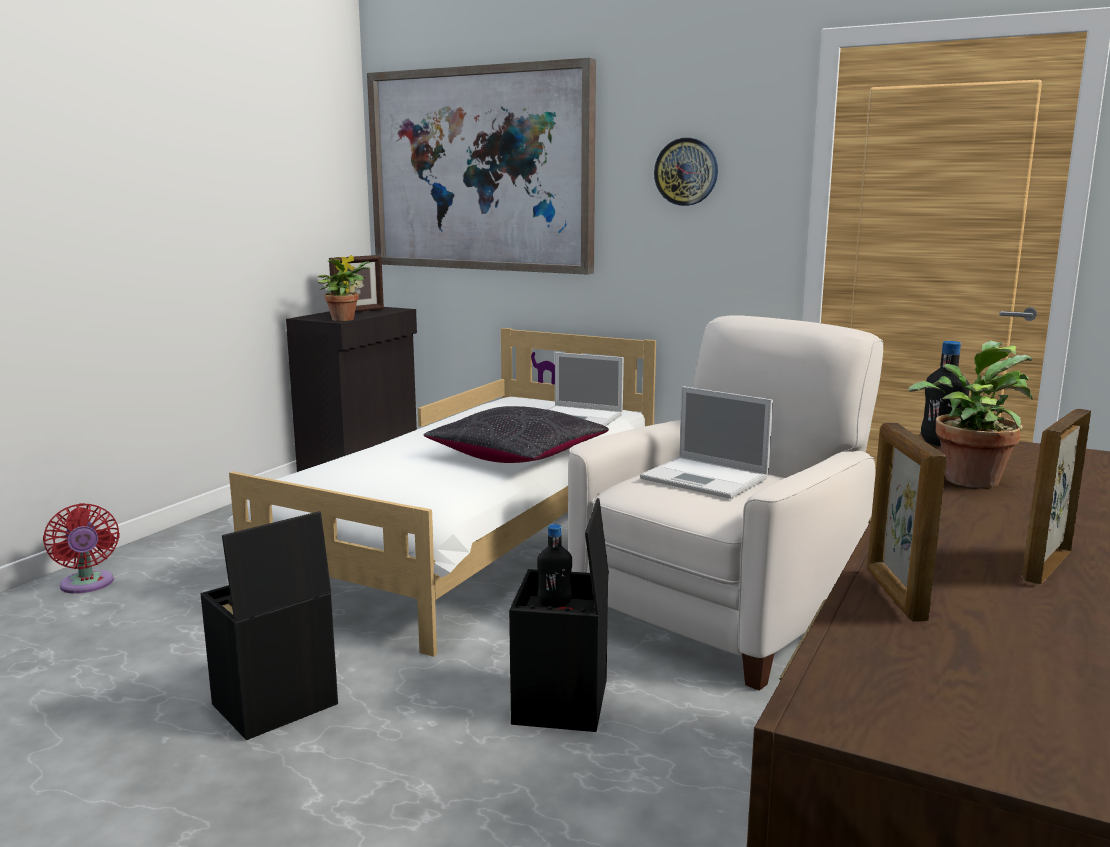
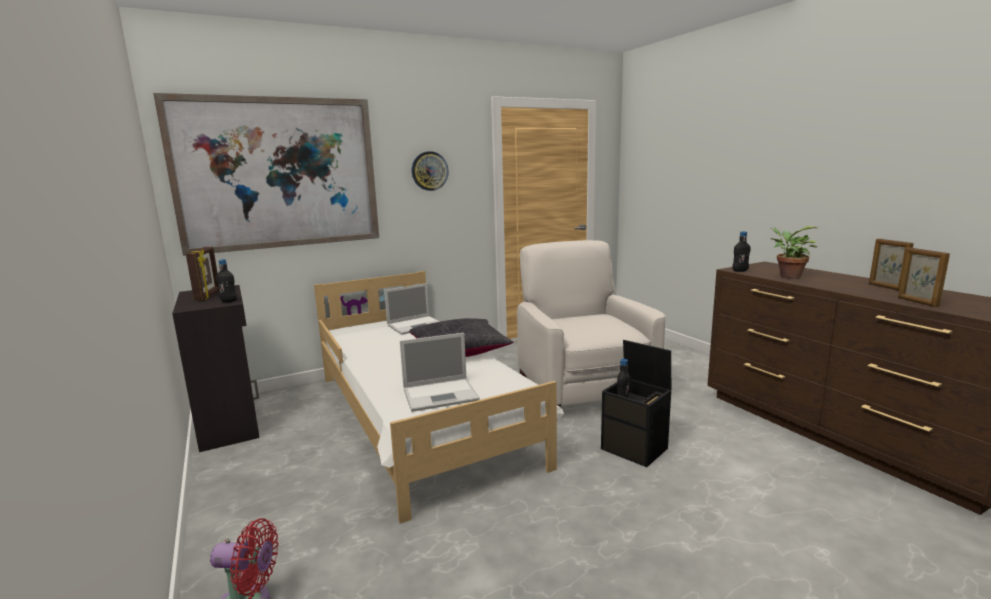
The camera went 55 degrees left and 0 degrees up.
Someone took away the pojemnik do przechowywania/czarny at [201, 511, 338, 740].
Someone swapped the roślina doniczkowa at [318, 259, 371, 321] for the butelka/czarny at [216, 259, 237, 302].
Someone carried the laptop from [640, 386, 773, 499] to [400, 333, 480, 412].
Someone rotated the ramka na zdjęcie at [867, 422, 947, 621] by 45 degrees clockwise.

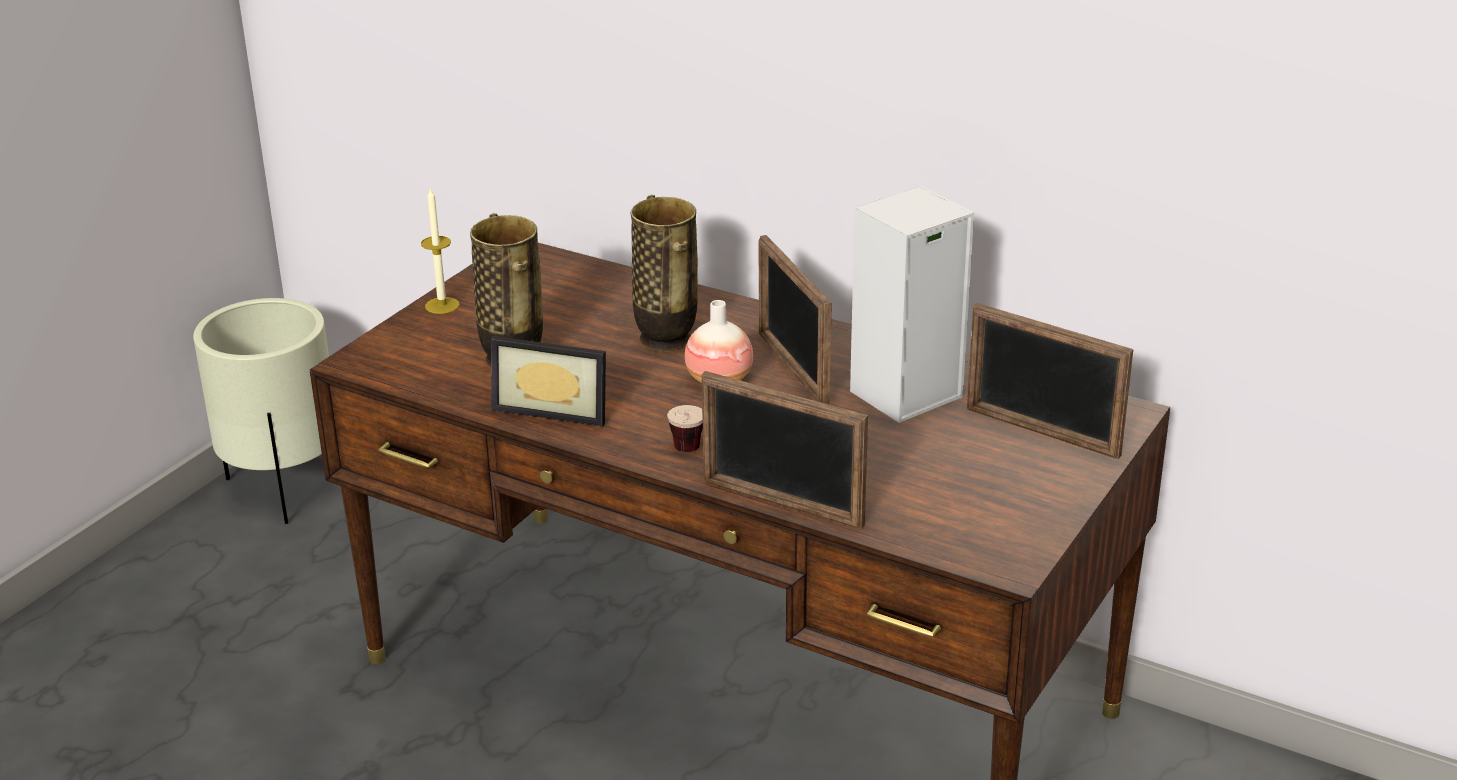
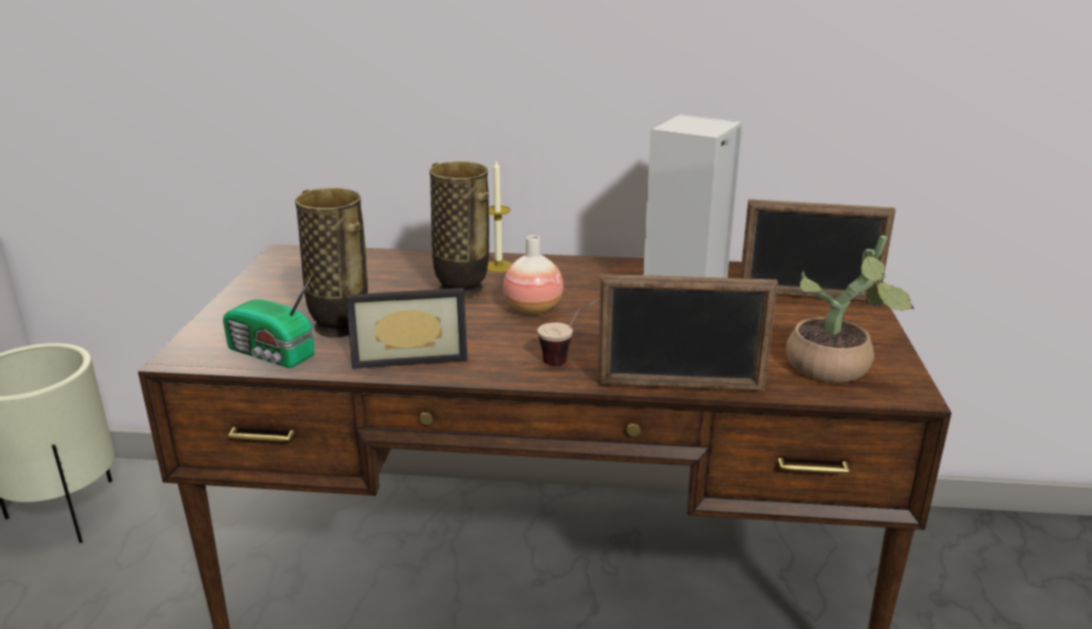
The camera went 25 degrees left and 5 degrees down.
Someone carried the świeca from [421, 187, 460, 314] to [487, 159, 512, 272].
Someone took away the ramka na zdjęcie at [759, 235, 832, 405].
Someone put down the radio at [223, 275, 314, 368].
Someone put down the roślina doniczkowa at [786, 236, 914, 383].

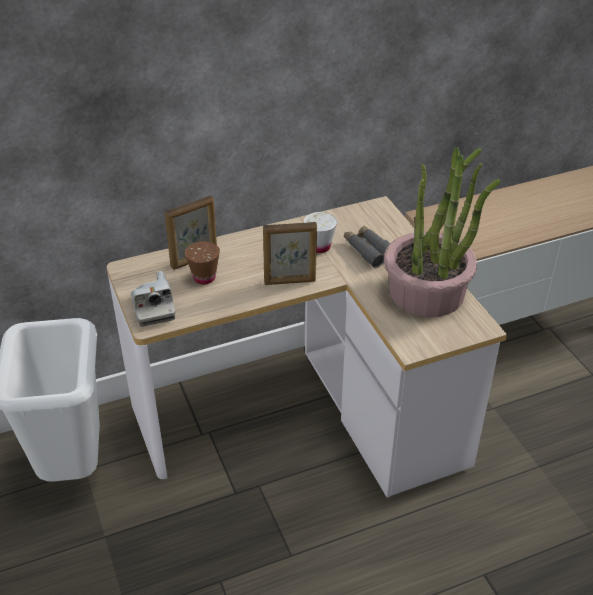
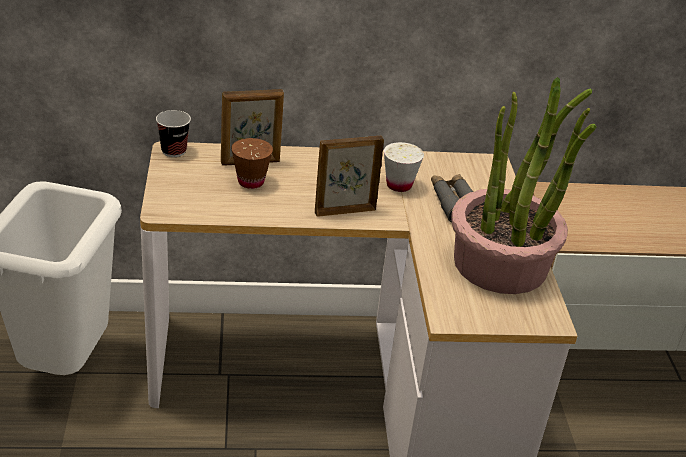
The camera went 15 degrees right and 5 degrees down.
Someone took away the aparat fotograficzny at [131, 271, 175, 327].
Someone rotated the ramka na zdjęcie at [263, 222, 317, 285] by 150 degrees clockwise.
Someone put down the filiżanka at [156, 110, 191, 157].

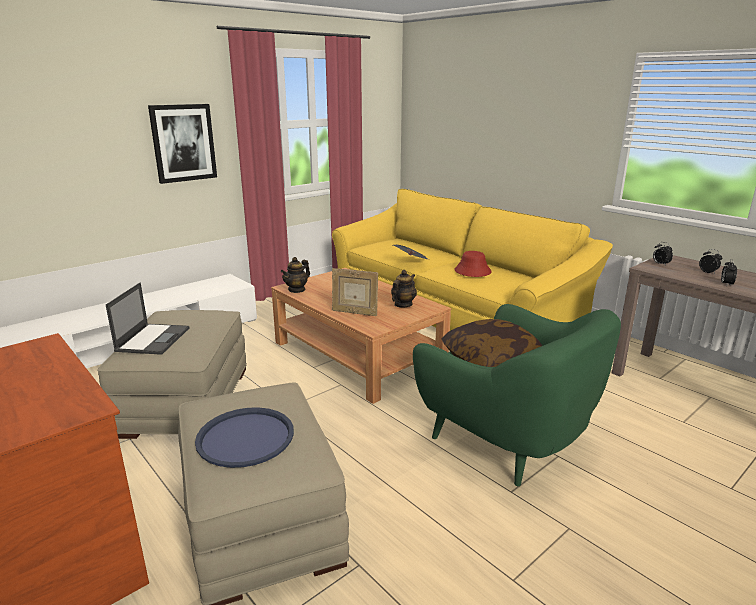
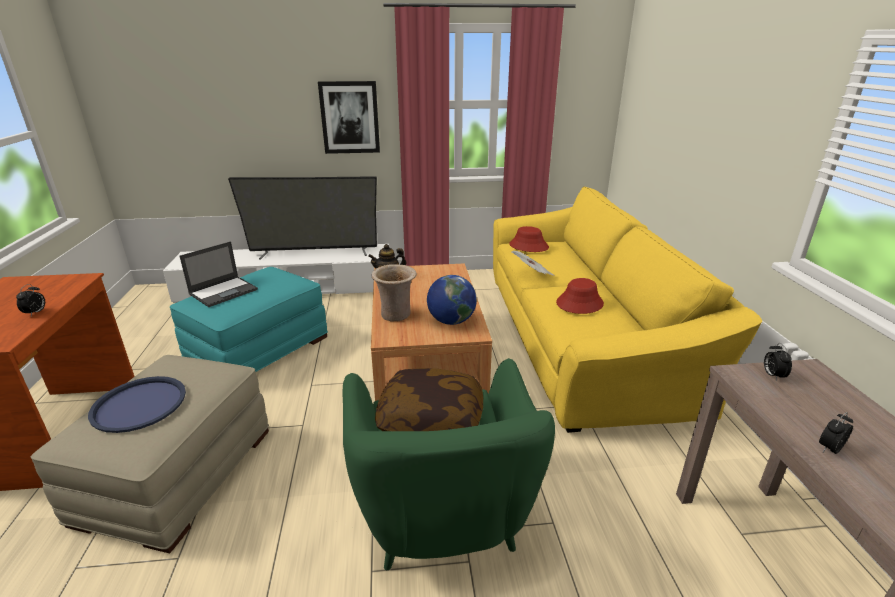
The camera went 35 degrees right and 5 degrees up.
Someone repainted the pufa/beżowy at [97, 310, 247, 439], which became the pufa/turkusowy at [170, 267, 328, 372].
Someone swapped the ramka na zdjęcie at [332, 268, 378, 316] for the wazon/beżowy at [371, 264, 417, 321].
Someone swapped the imbryk at [391, 270, 417, 307] for the globus at [427, 275, 477, 325].
Someone carried the budzik from [699, 249, 722, 274] to [16, 284, 45, 316].
Someone put down the telewizor at [228, 176, 377, 260].
Someone put down the kapelusz/czerwony at [509, 226, 549, 252].

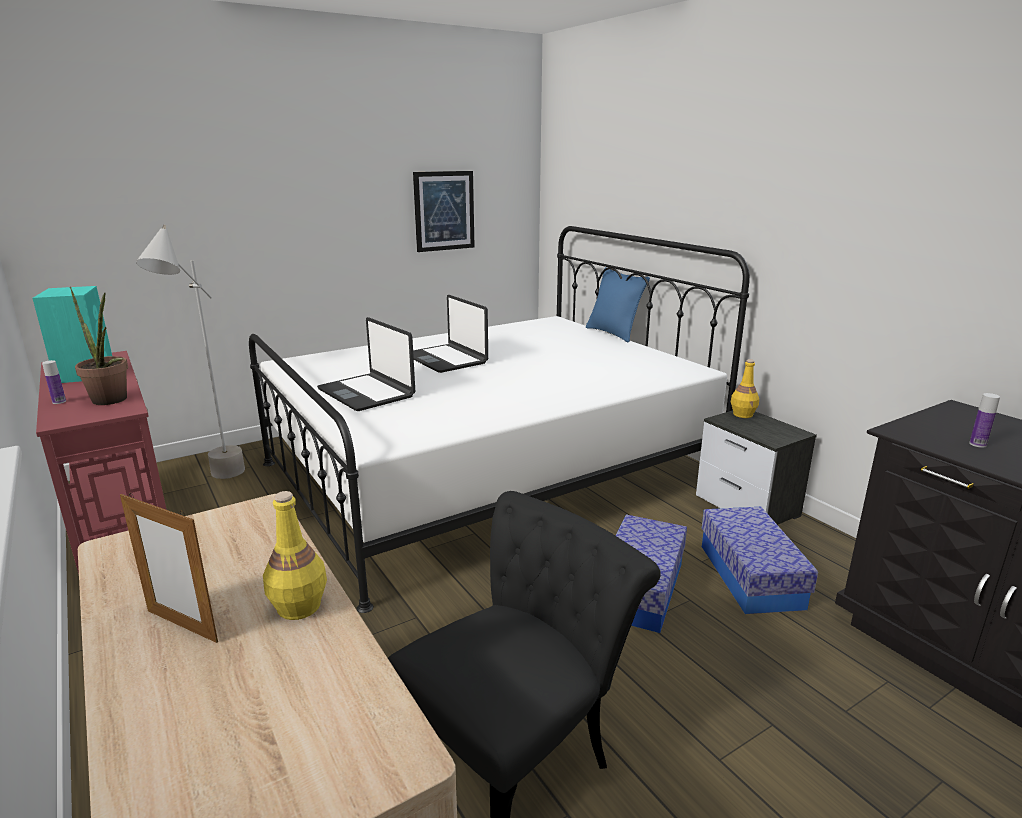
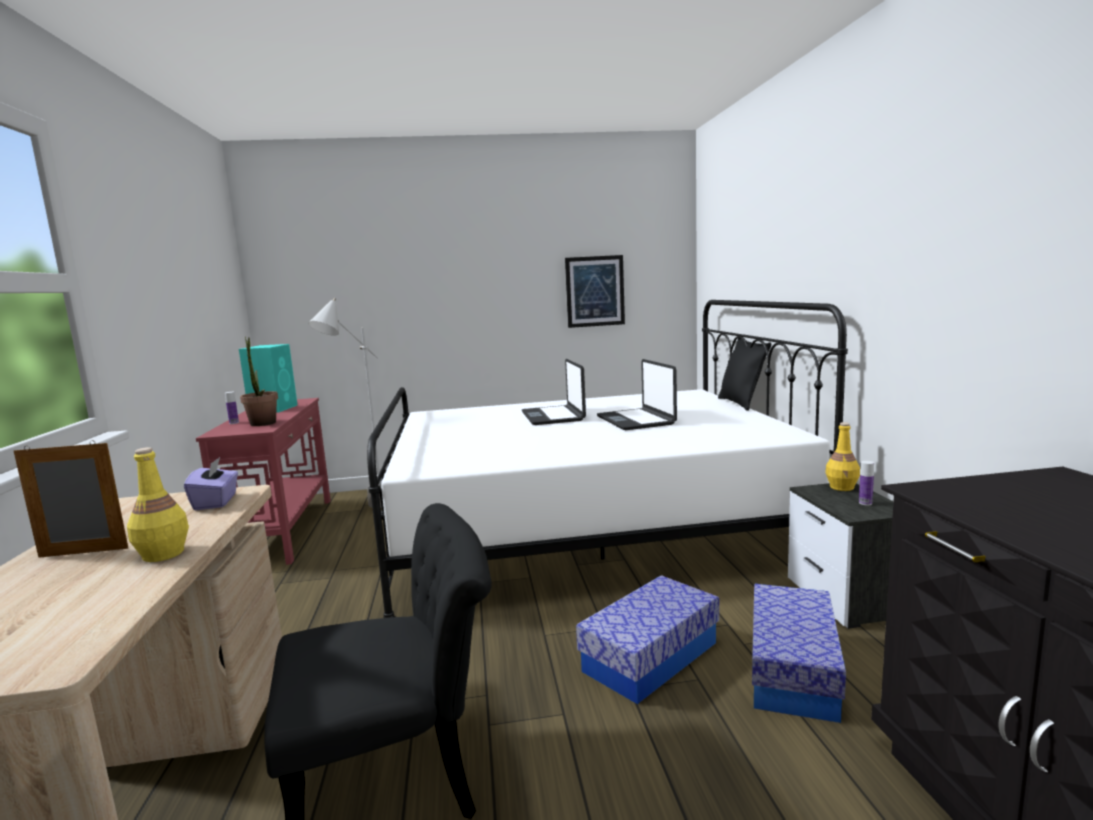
The camera went 25 degrees right and 10 degrees down.
Someone rotated the ramka na zdjęcie at [120, 493, 218, 643] by 120 degrees clockwise.
Someone carried the laptop from [317, 317, 415, 411] to [597, 359, 677, 430].
Someone repainted the poduszka/niebieski at [586, 267, 650, 343], which became the poduszka/czarny at [718, 338, 772, 411].
Someone carried the butelka from [969, 393, 1000, 448] to [859, 461, 874, 505].
Someone put down the pudełko chusteczek/fioletowy at [184, 457, 238, 510].

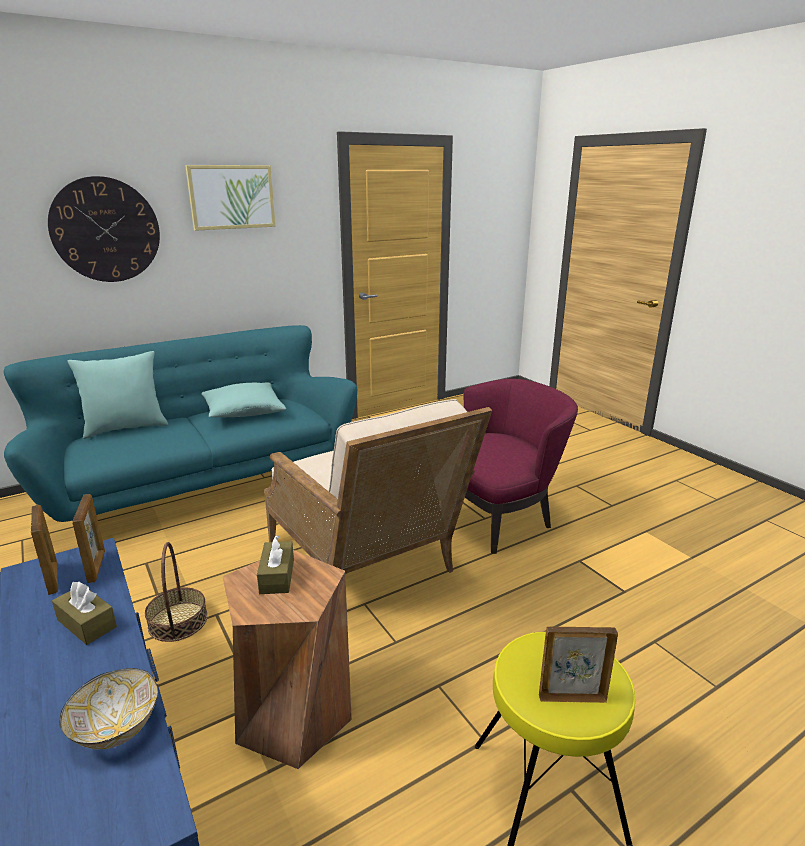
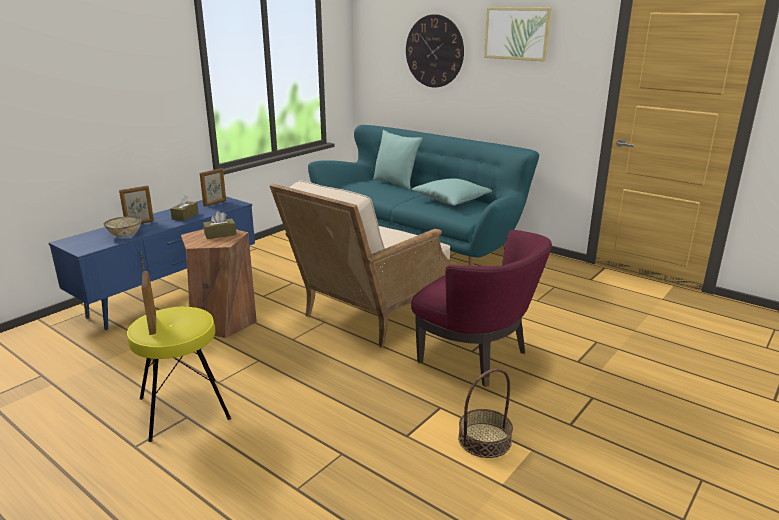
The camera went 70 degrees right and 0 degrees up.
Someone carried the ramka na zdjęcie from [72, 494, 105, 583] to [119, 186, 154, 224].
Someone carried the koszyk from [145, 542, 208, 642] to [458, 368, 513, 458].

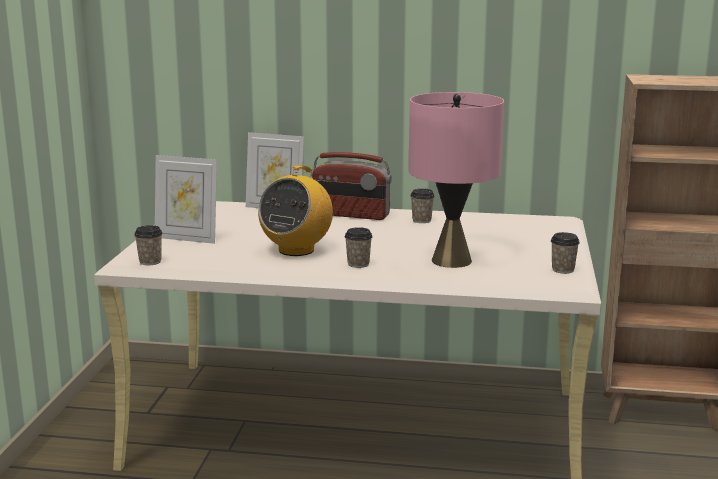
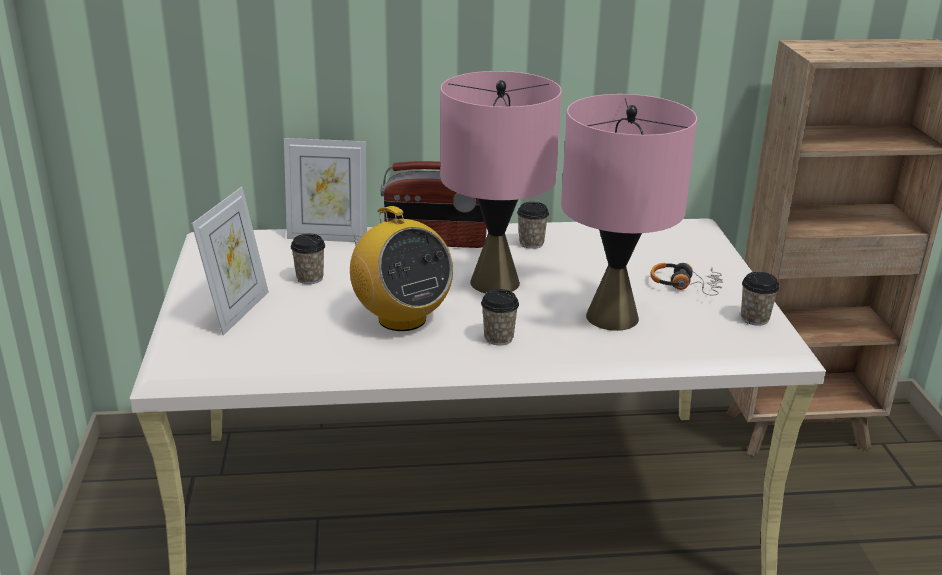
The camera went 15 degrees left and 10 degrees up.
Someone carried the filiżanka from [134, 225, 163, 265] to [291, 234, 325, 284].
Someone rotated the ramka na zdjęcie at [155, 155, 217, 244] by 75 degrees counterclockwise.
Someone rotated the radio at [258, 165, 333, 256] by 45 degrees counterclockwise.
Someone put down the lampa stołowa/różowy at [440, 71, 562, 293].
Someone put down the słuchawki at [650, 263, 723, 295].

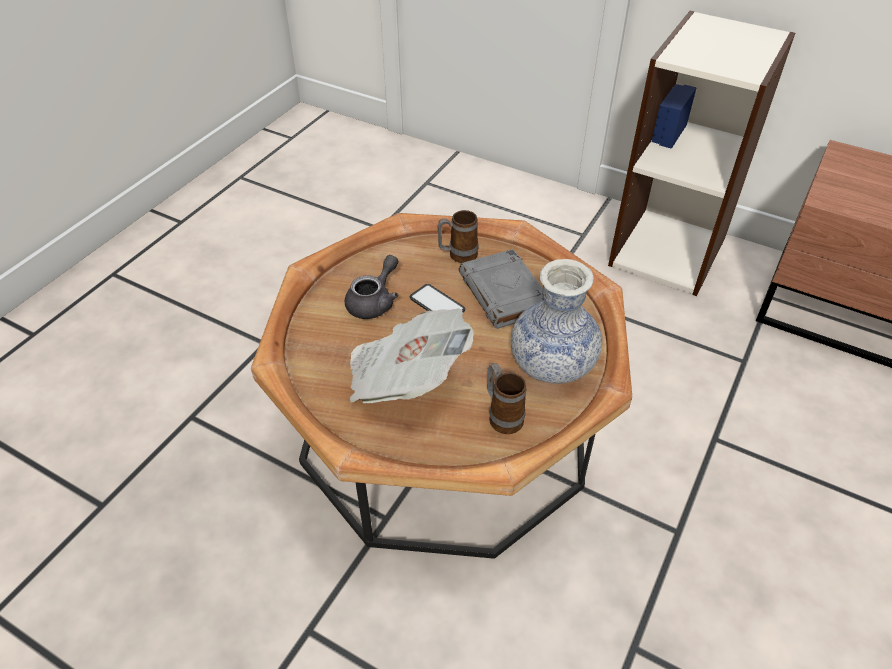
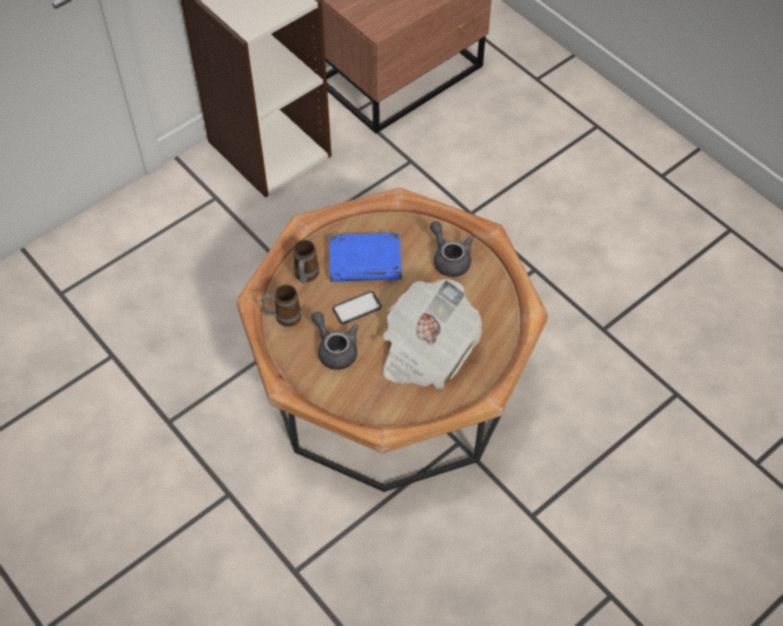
The camera went 70 degrees left and 10 degrees up.
Someone repainted the książka/szary at [459, 249, 544, 329], which became the książka/niebieski at [329, 232, 402, 282].
Someone carried the kubek from [487, 363, 526, 434] to [261, 284, 301, 327].
Someone swapped the wazon at [511, 259, 602, 384] for the imbryk/szary at [430, 221, 474, 277].

